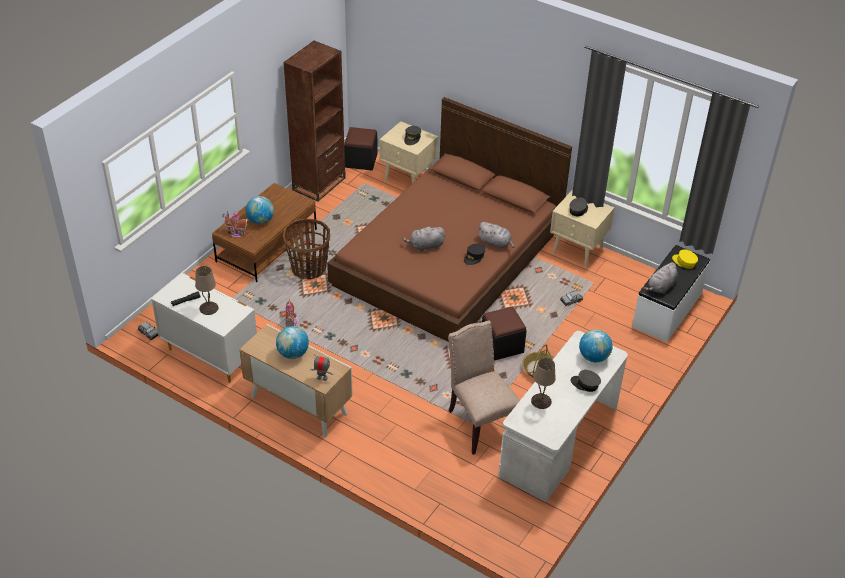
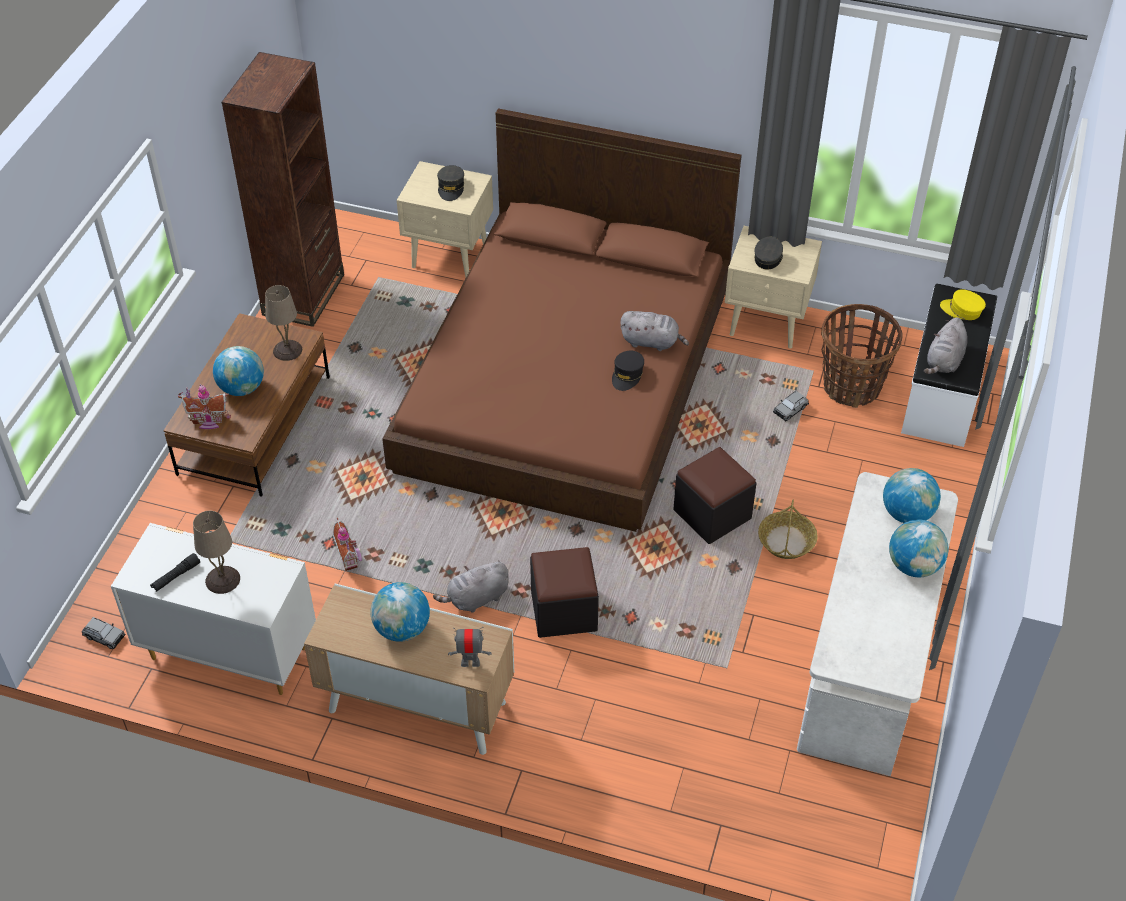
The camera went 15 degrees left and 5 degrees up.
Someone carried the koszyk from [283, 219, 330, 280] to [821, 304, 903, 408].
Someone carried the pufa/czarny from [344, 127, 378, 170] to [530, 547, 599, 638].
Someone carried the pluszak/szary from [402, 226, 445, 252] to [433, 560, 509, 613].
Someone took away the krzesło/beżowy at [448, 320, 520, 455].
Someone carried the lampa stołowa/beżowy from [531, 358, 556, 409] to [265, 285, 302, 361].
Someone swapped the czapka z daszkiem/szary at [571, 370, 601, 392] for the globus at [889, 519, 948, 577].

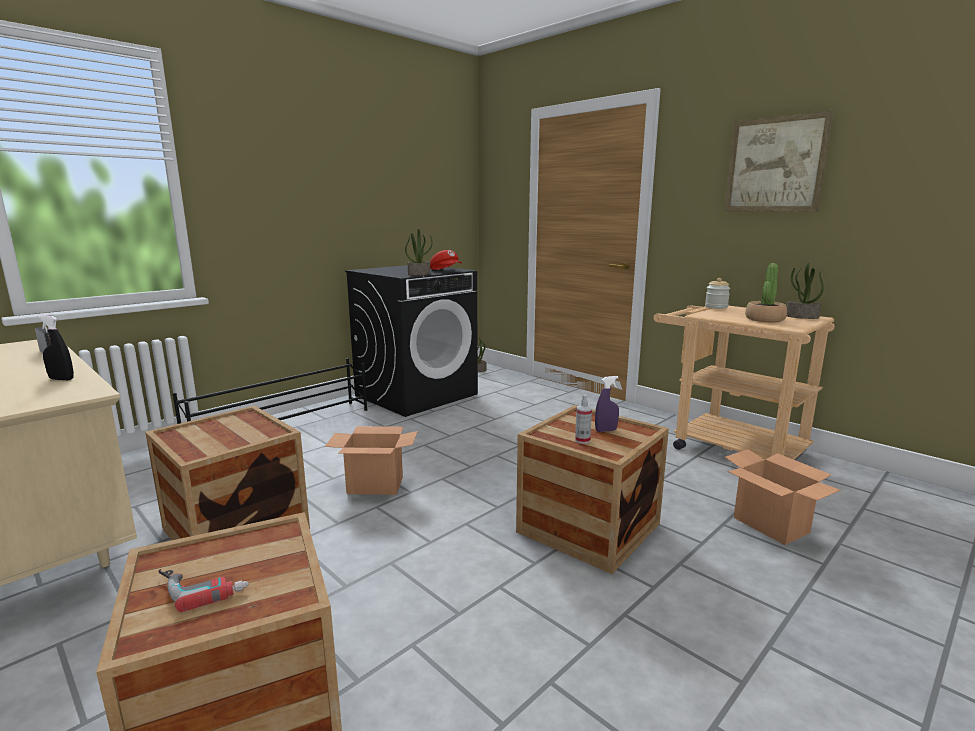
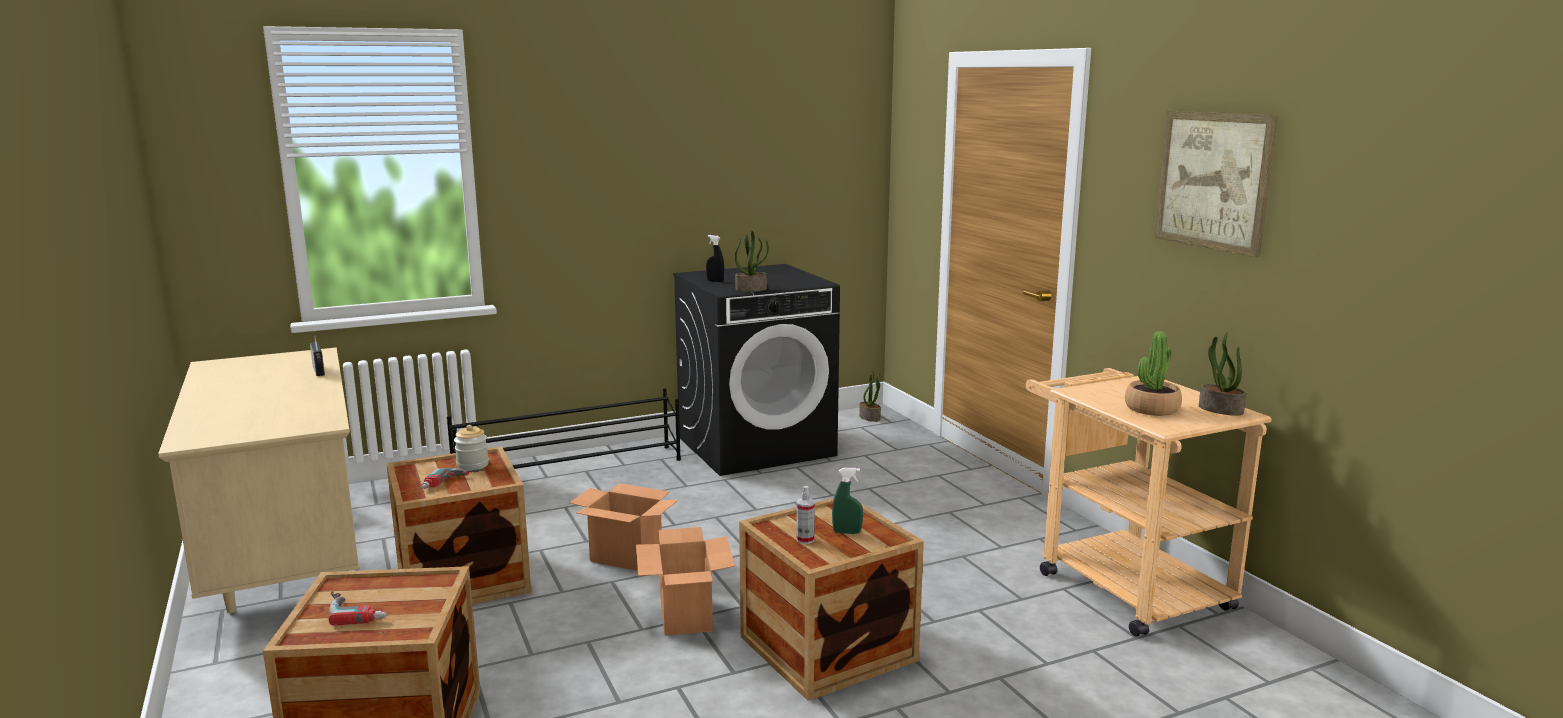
The camera went 20 degrees right and 0 degrees up.
Someone carried the spryskiwacz/czarny from [38, 315, 74, 380] to [706, 235, 724, 282].
Someone took away the czapka z daszkiem/czerwony at [430, 250, 462, 270].
Someone repainted the spryskiwacz/fioletowy at [595, 376, 619, 432], which became the spryskiwacz/zielony at [832, 468, 863, 534].
Someone carried the słoik from [705, 278, 730, 309] to [454, 425, 489, 470].
Someone carried the karton from [725, 449, 841, 545] to [636, 527, 735, 636].
Someone put down the wiertarka at [422, 468, 485, 489].

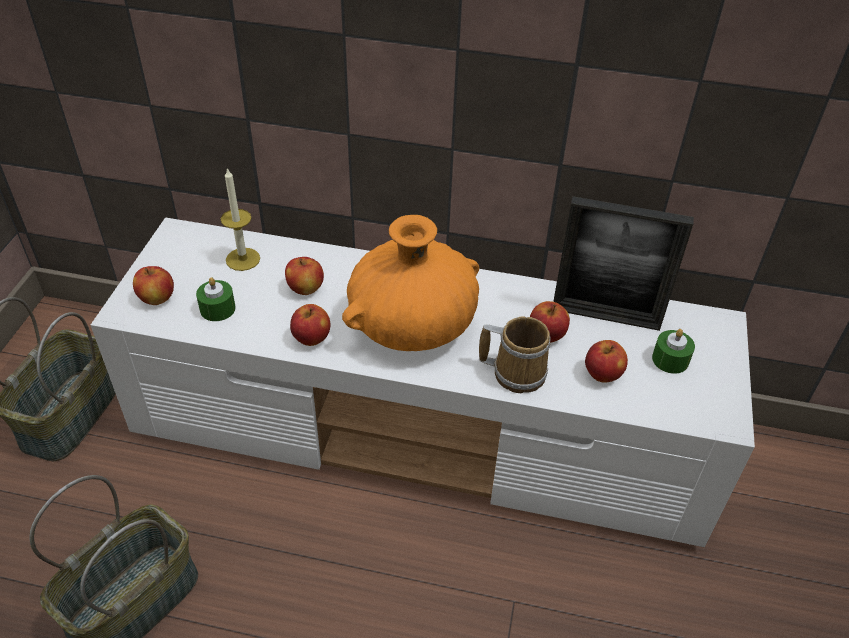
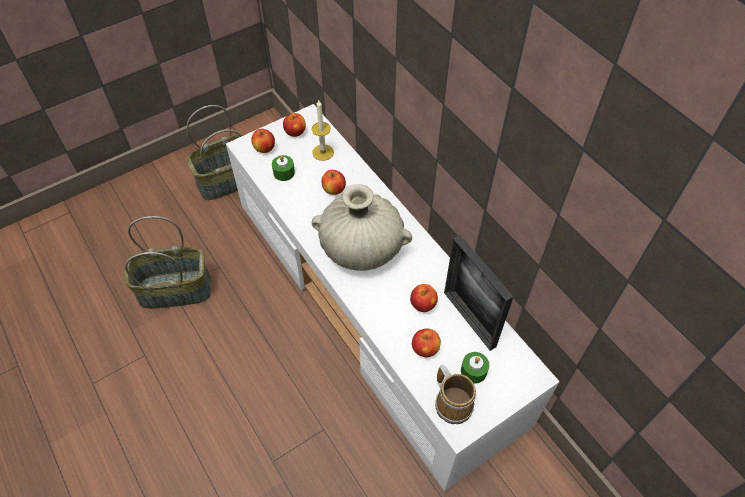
The camera went 45 degrees right and 10 degrees up.
Someone carried the jabłko from [290, 304, 330, 346] to [283, 113, 306, 137].
Someone repainted the wazon/pomarańczowy at [342, 215, 479, 351], which became the wazon/beżowy at [312, 184, 412, 271].
Someone carried the kubek from [479, 316, 551, 393] to [435, 364, 476, 424].

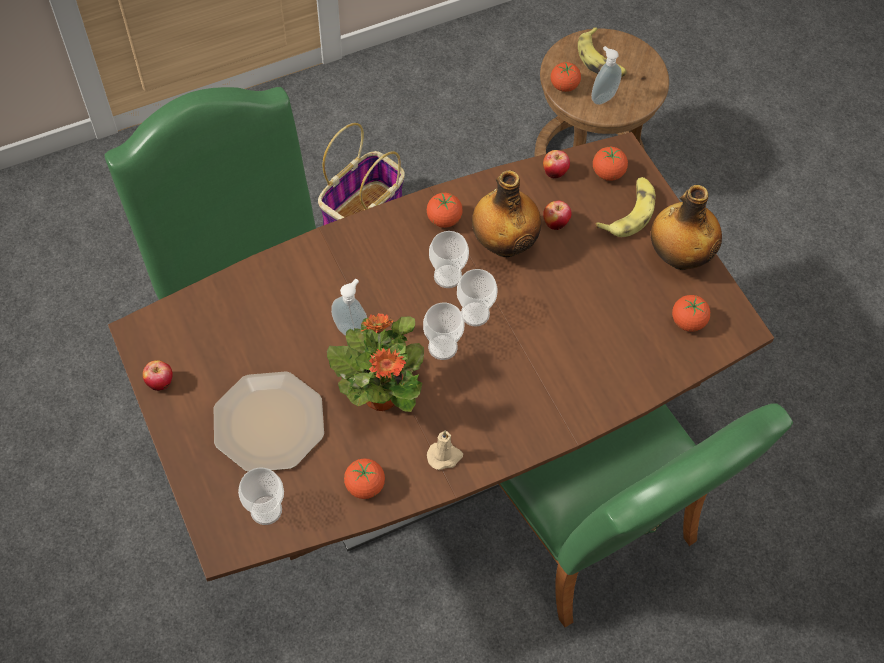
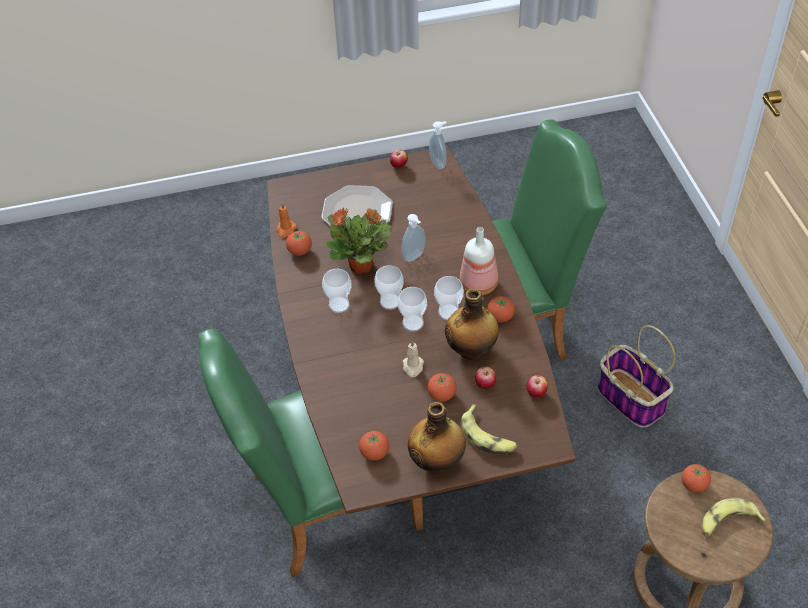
The camera went 105 degrees right and 10 degrees down.
Someone carried the filiżanka from [238, 468, 284, 525] to [322, 269, 352, 313].
Someone carried the świeca/beżowy from [427, 431, 463, 470] to [403, 340, 424, 377].
Someone carried the dozownik mydła from [591, 46, 622, 105] to [429, 121, 447, 169].
Someone carried the pomidor from [593, 147, 628, 181] to [427, 373, 457, 402].
Someone put down the świeca/pomarańczowy at [276, 203, 297, 238].
Someone put down the butelka at [459, 227, 498, 295].

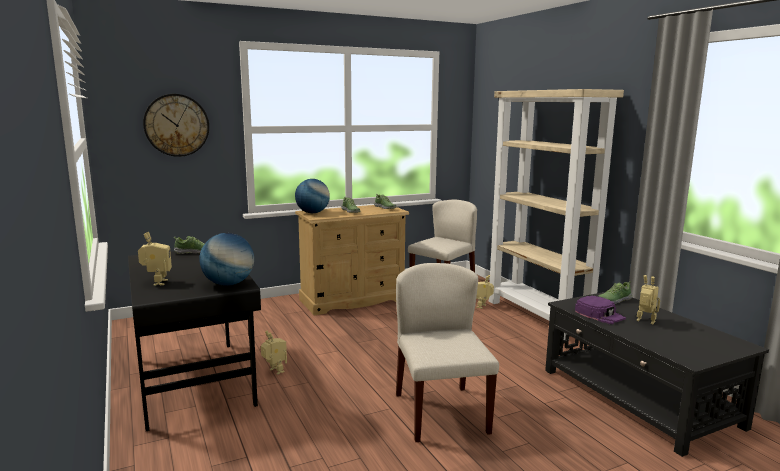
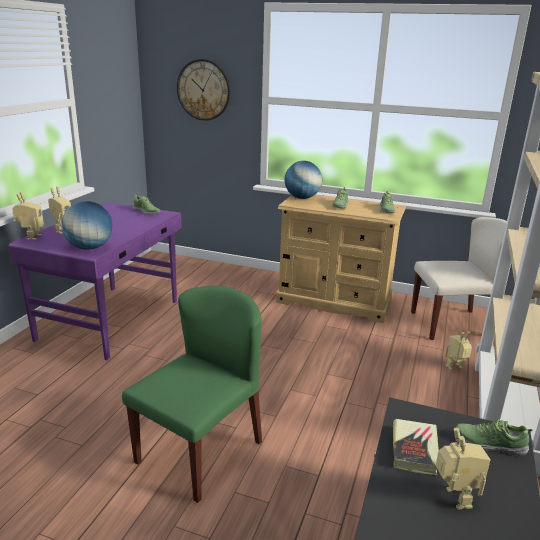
The camera went 45 degrees right and 10 degrees up.
Someone repainted the biurko/czarny at [128, 251, 261, 431], which became the biurko/fioletowy at [9, 202, 181, 360].
Someone carried the robot zabawkowy from [261, 331, 287, 375] to [12, 192, 44, 240].
Someone repainted the krzesło/beżowy at [396, 263, 499, 442], which became the krzesło/zielony at [122, 286, 262, 503].
Someone swapped the czapka z daszkiem/fioletowy at [575, 296, 626, 324] for the książka at [393, 419, 439, 475].

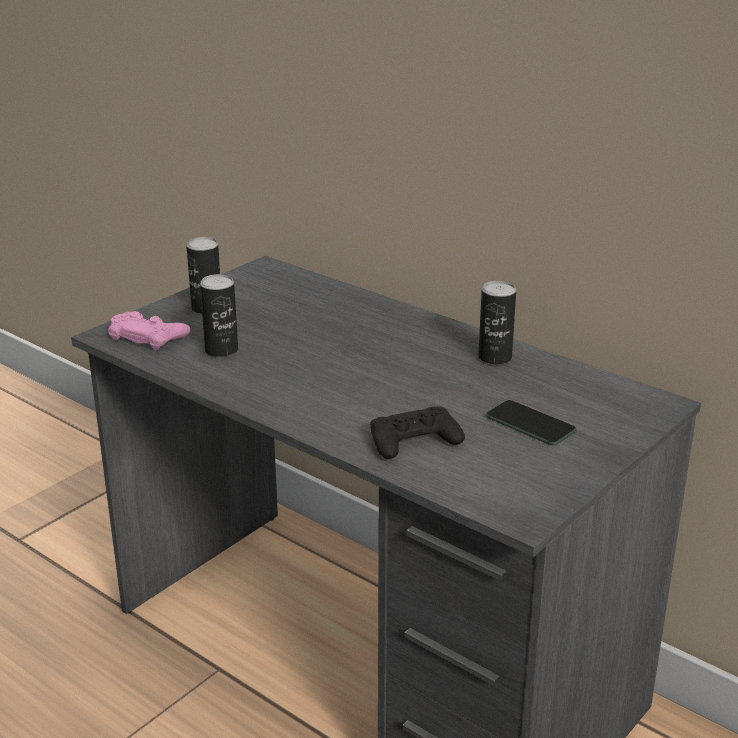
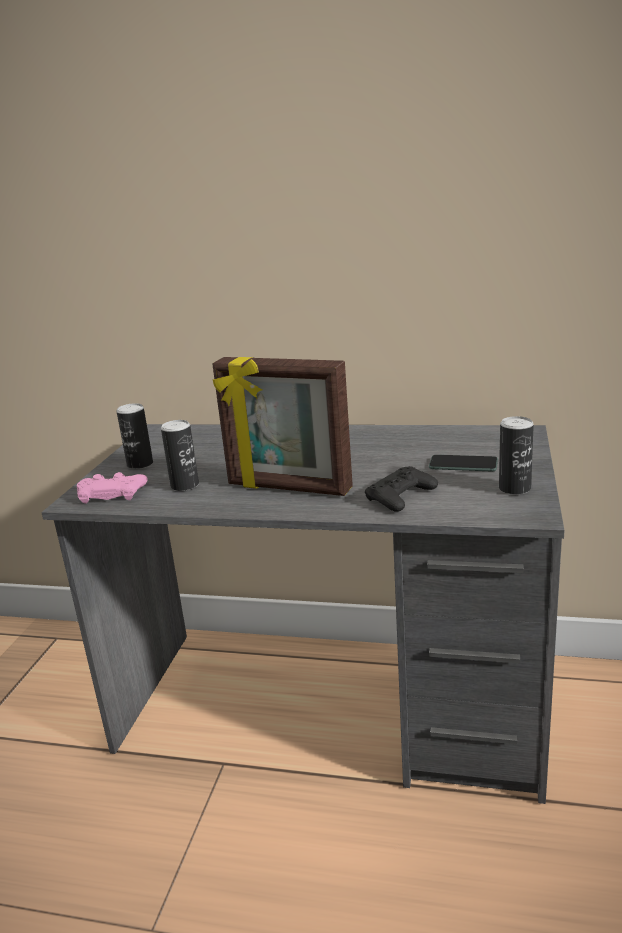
The camera went 25 degrees left and 5 degrees down.
Someone carried the puszka from [478, 281, 516, 365] to [499, 416, 534, 495].
Someone put down the ramka na zdjęcie at [212, 357, 353, 496].

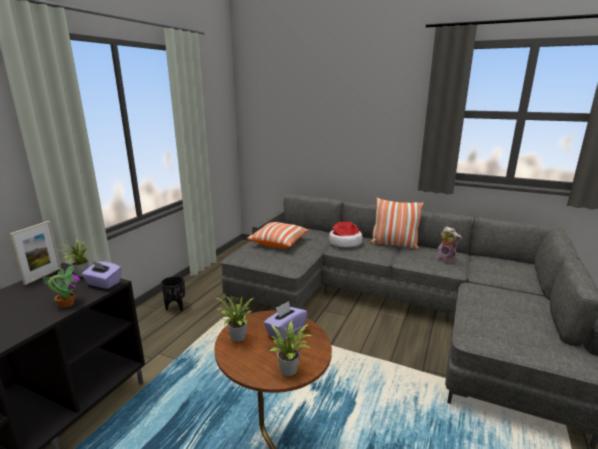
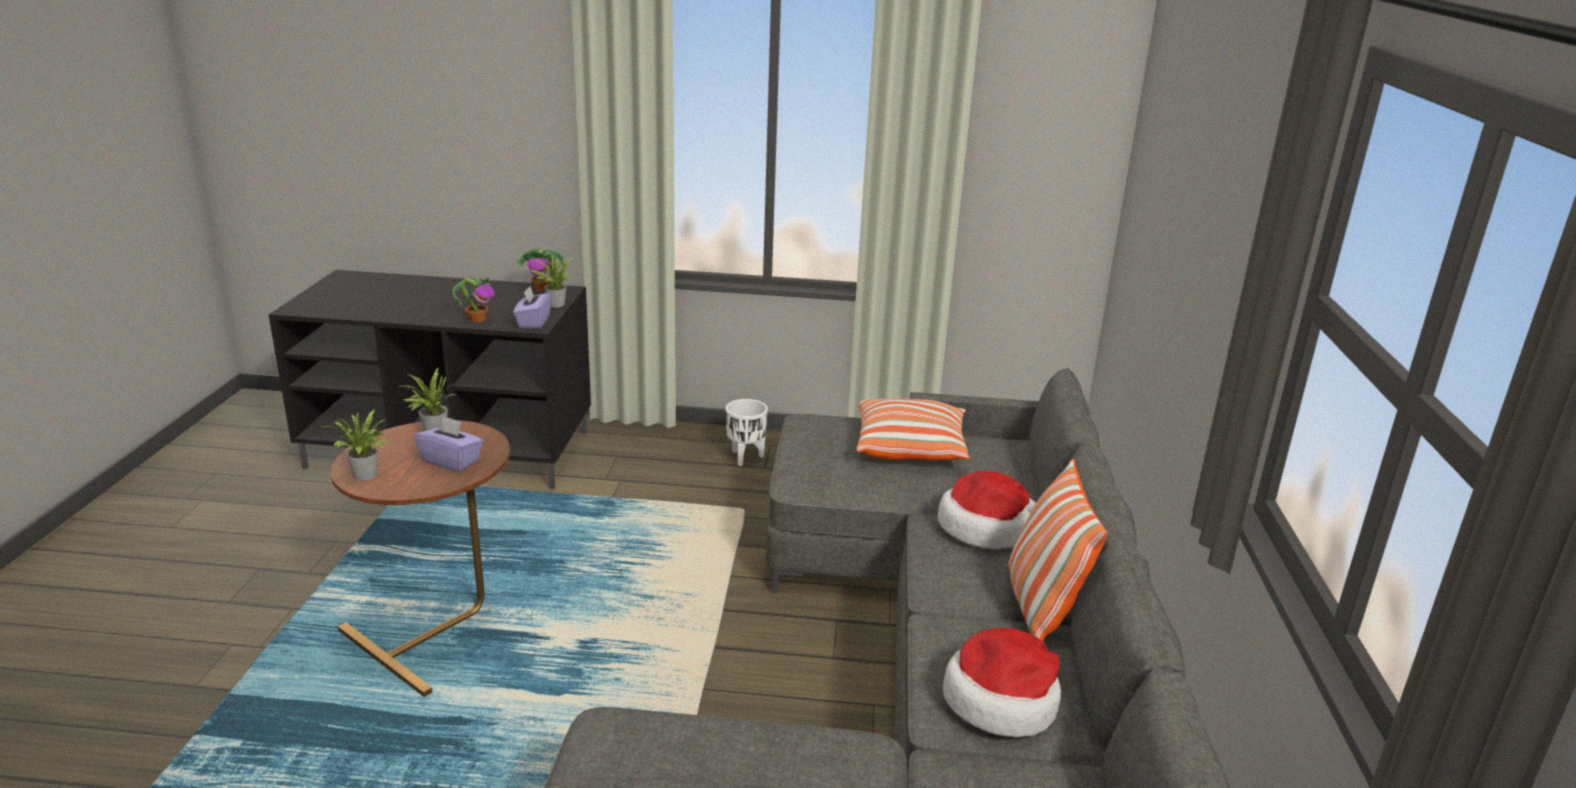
The camera went 70 degrees right and 5 degrees up.
Someone swapped the ramka na zdjęcie at [9, 221, 61, 285] for the roślina doniczkowa at [515, 249, 565, 291].
Someone repainted the donica/czarny at [161, 276, 185, 311], which became the donica/biały at [726, 399, 768, 466].
Someone swapped the pluszak at [436, 226, 462, 264] for the kapelusz at [943, 628, 1061, 738].

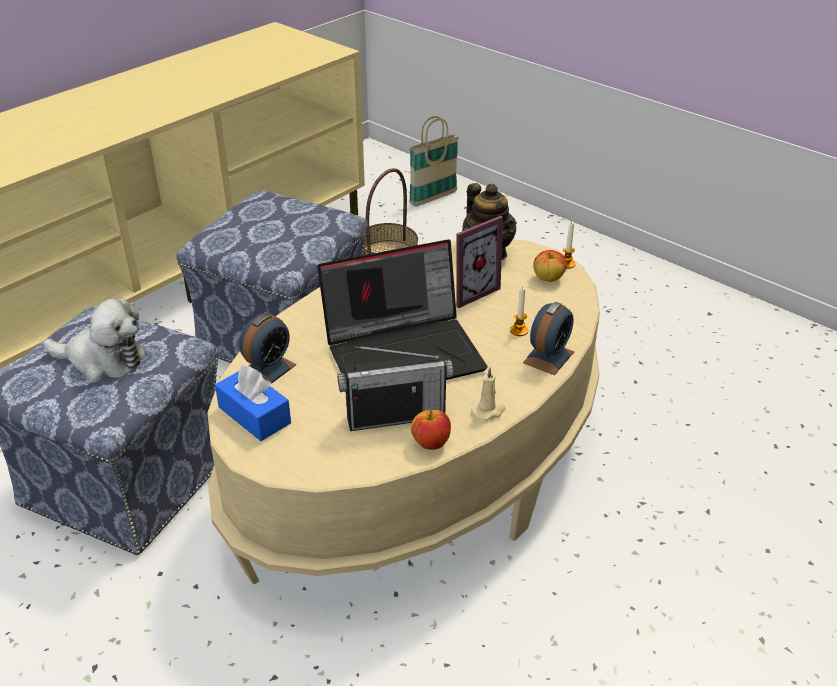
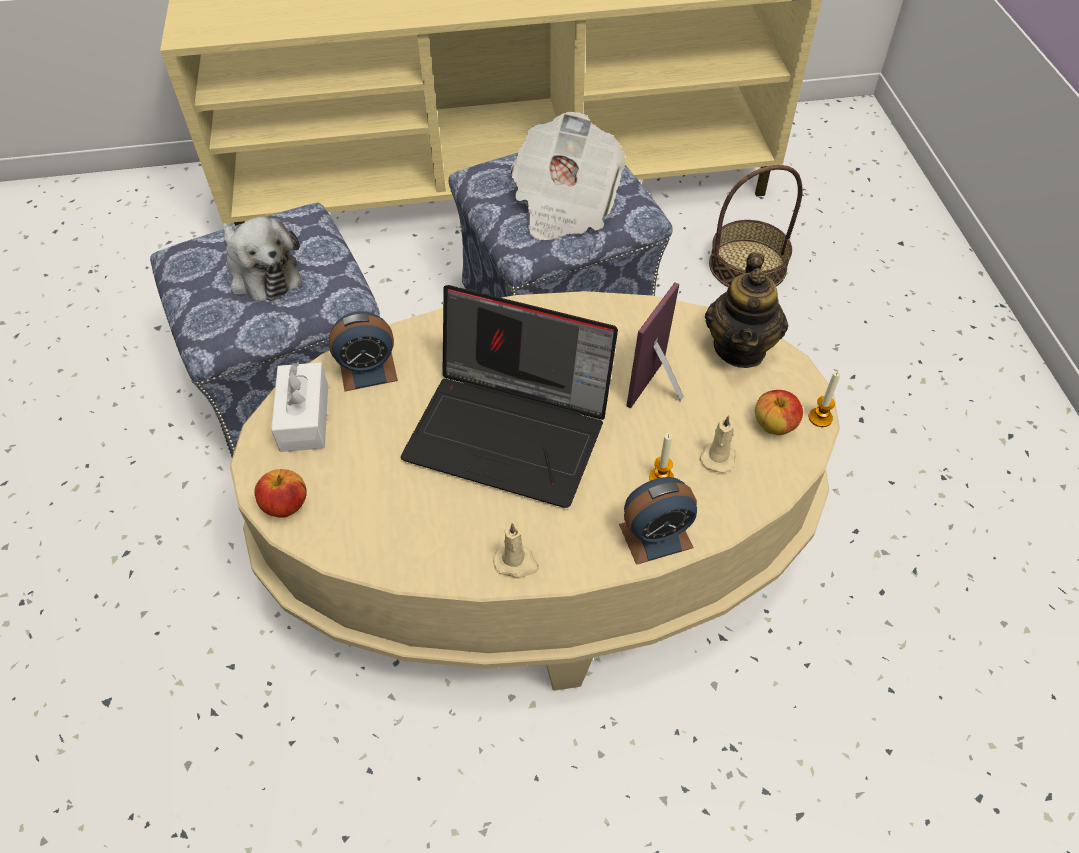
The camera went 40 degrees right and 15 degrees up.
Someone repainted the pudełko chusteczek/niebieski at [215, 365, 291, 441], which became the pudełko chusteczek/biały at [271, 362, 328, 452].
Someone took away the radio at [337, 346, 453, 431].
Someone took away the koszyk at [409, 116, 459, 206].
Someone carried the jabłko from [411, 409, 451, 450] to [254, 469, 307, 518].
Someone rotated the ramka na zdjęcie at [456, 216, 503, 308] by 120 degrees clockwise.
Someone put down the gazeta at [511, 112, 626, 240].
Someone put down the świeca/beżowy at [700, 415, 736, 473].

